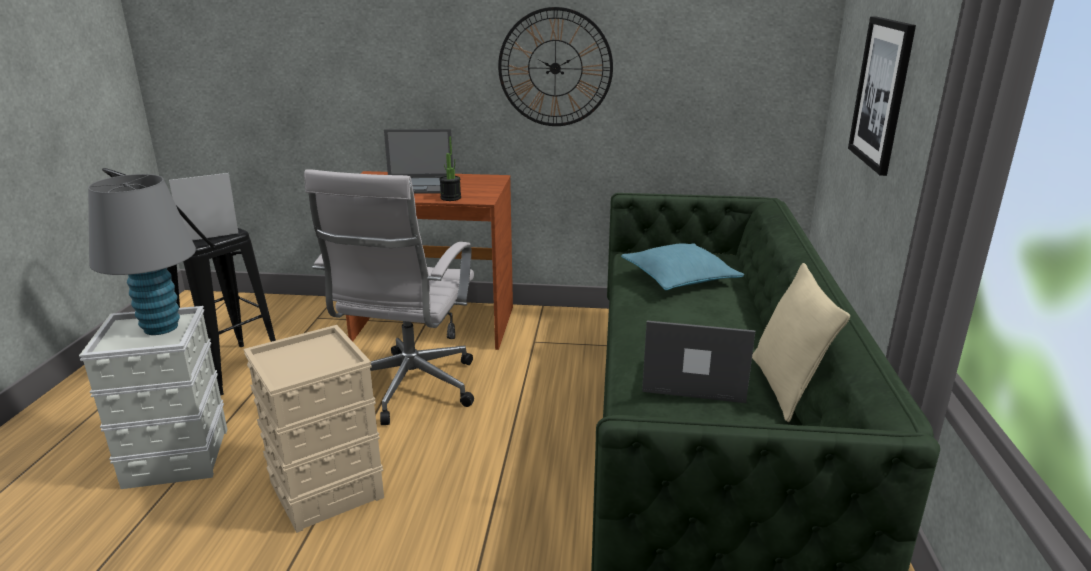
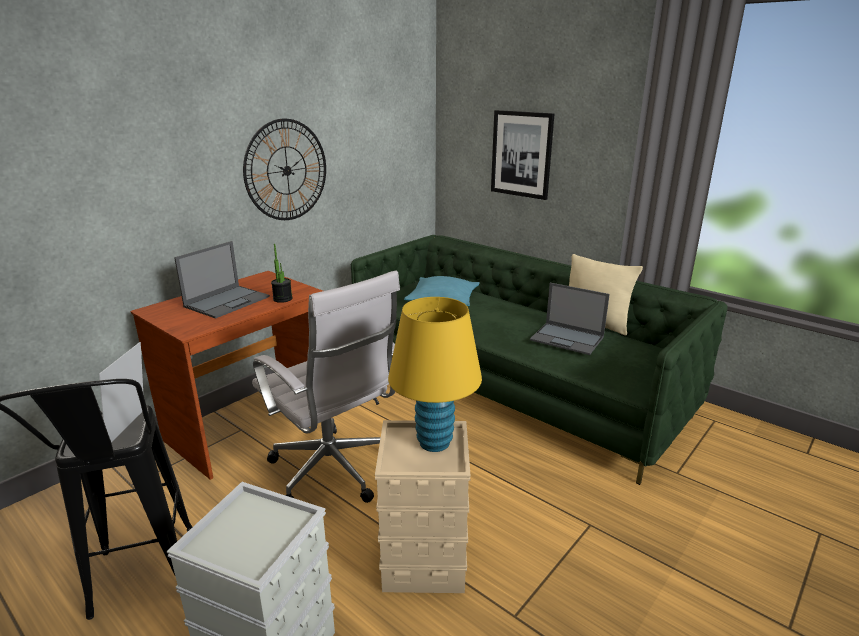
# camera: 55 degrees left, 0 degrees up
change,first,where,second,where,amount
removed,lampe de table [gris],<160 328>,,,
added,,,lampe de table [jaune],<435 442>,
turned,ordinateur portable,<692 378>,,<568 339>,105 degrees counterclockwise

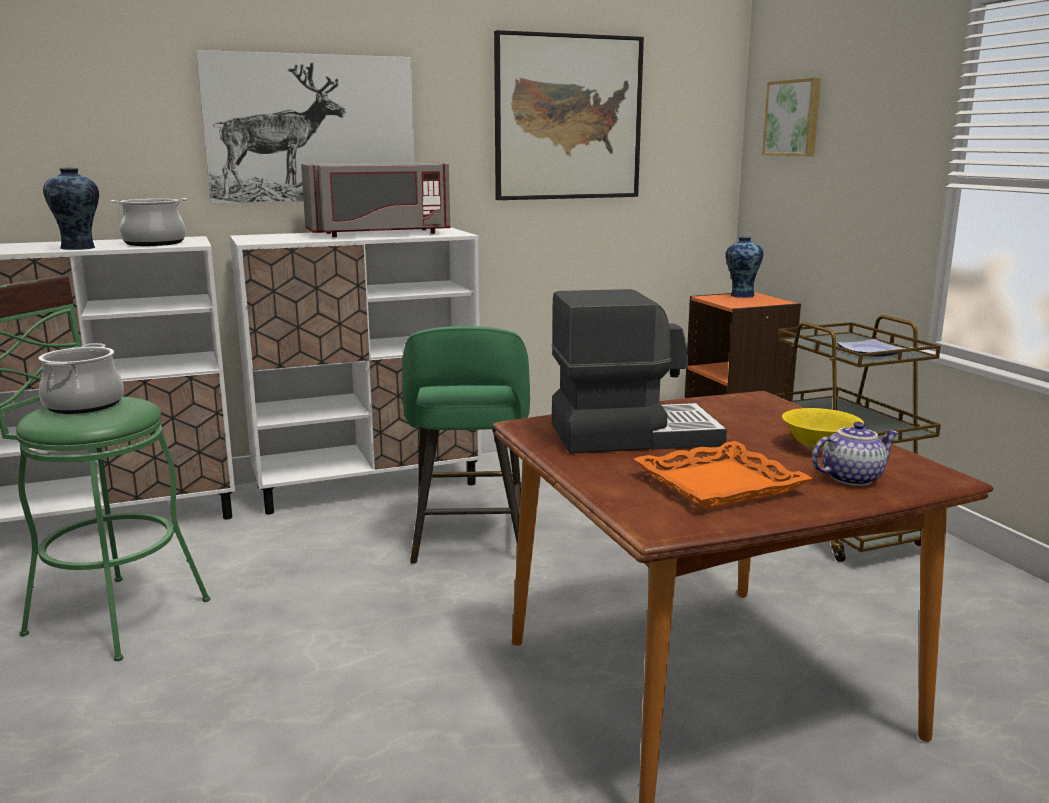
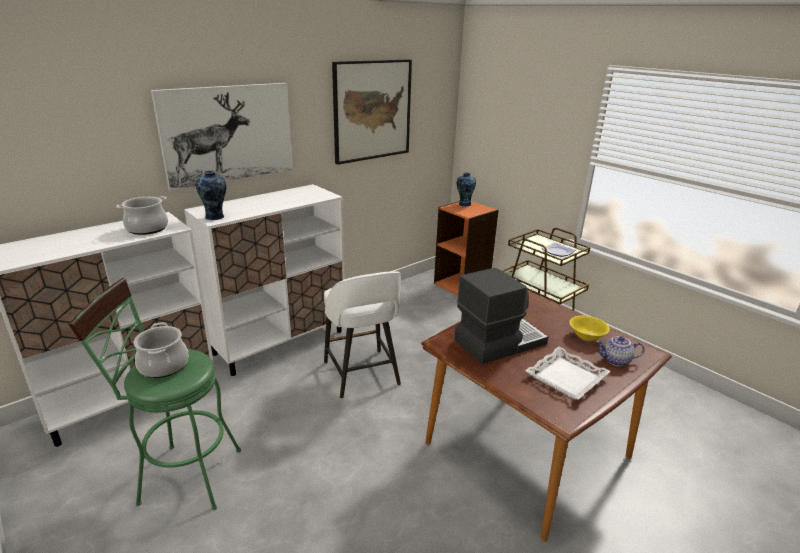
# camera: 20 degrees left, 10 degrees up
change,first,where,second,where,amount
removed,micro-ondes [gris],<379 234>,,,
removed,tableau,<793 118>,,,
moved,vase,<79 248>,,<215 217>,
recoloured,tabouret [vert],<469 540>,tabouret [blanc],<362 374>,
recoloured,plateau [orange],<718 484>,plateau [blanc],<566 377>,
turned,théière,<851 478>,,<616 361>,135 degrees counterclockwise

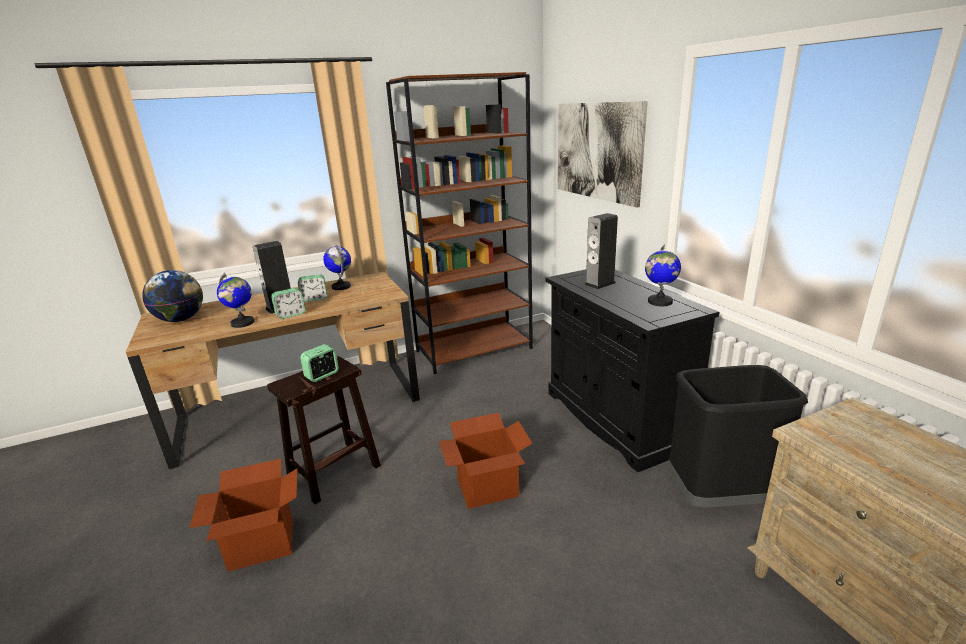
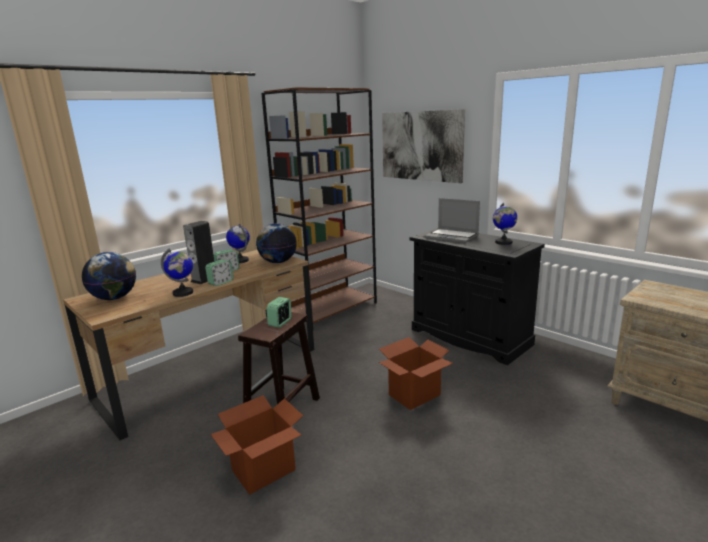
# camera: 20 degrees left, 5 degrees down
change,first,where,second,where,amount
removed,poubelle [noir],<719 498>,,,
added,,,globe,<278 262>,
replaced,enceinte,<600 284>,ordinateur portable,<452 237>,

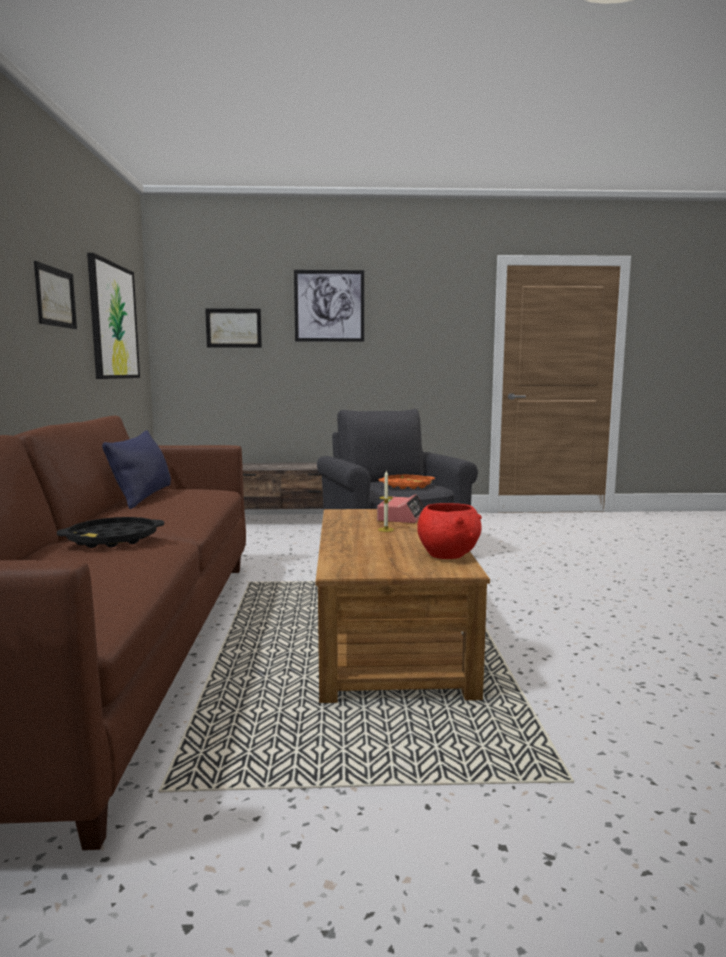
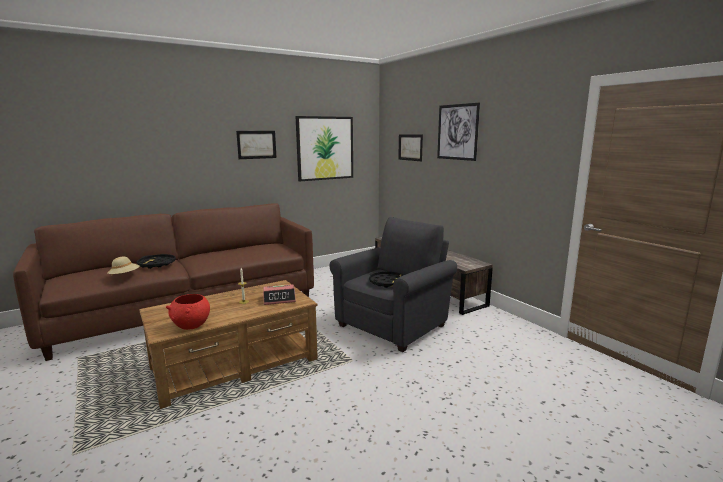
# camera: 60 degrees right, 5 degrees up
change,first,where,second,where,amount
removed,coussin [bleu],<143 496>,,,
added,,,chapeau [beige],<125 276>,
recoloured,plateau [orange],<406 486>,plateau [noir],<387 282>,

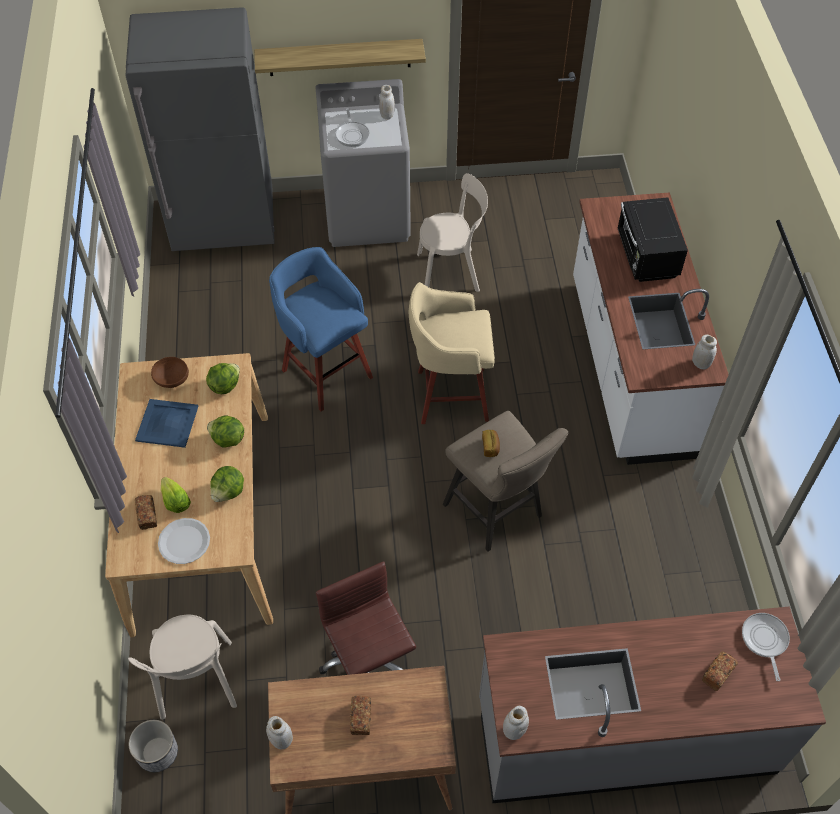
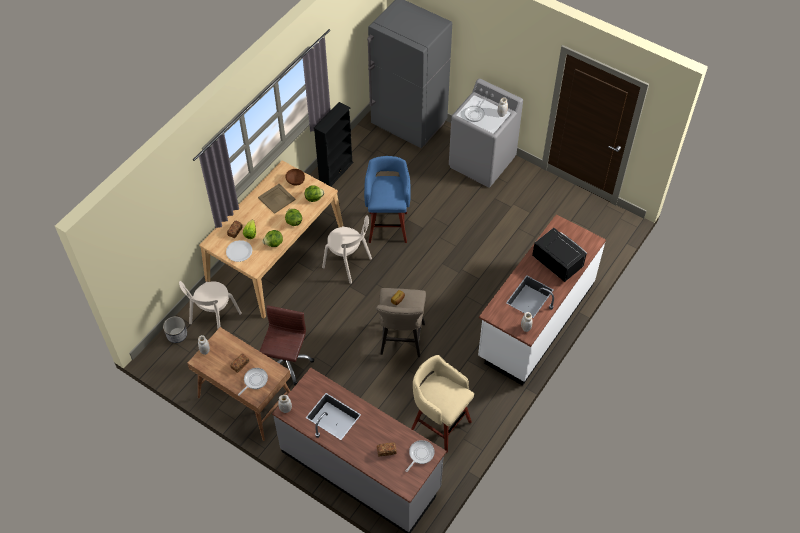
# camera: 40 degrees right, 0 degrees up
change,first,where,second,where,amount
removed,étagère,<339 57>,,,
added,,,poêle,<254 381>,
added,,,bibliothèque [noir],<336 172>,
moved,tabouret [beige],<449 395>,,<439 424>,
moved,chaise [beige],<451 271>,,<349 264>,
recoloured,plateau [bleu],<166 424>,plateau [beige],<276 198>,
turned,micro-ondes [noir],<646 257>,,<557 263>,105 degrees clockwise

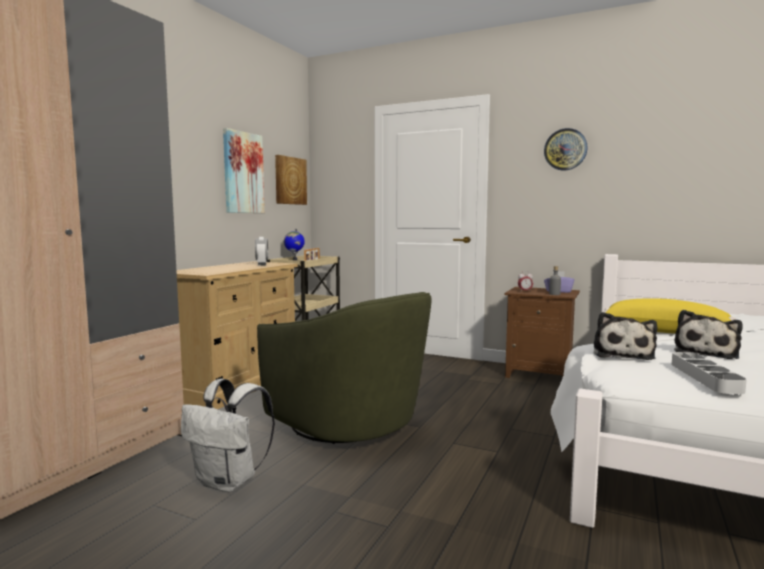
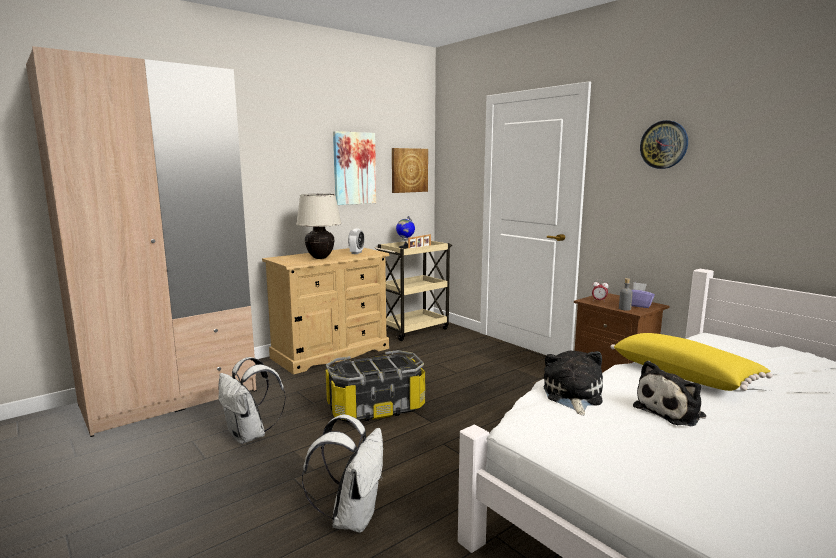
# camera: 25 degrees right, 5 degrees up
change,first,where,second,where,amount
removed,plateau [gris],<705 377>,,,
added,,,lampe de table [beige],<320 258>,
added,,,sac à dos [blanc],<352 517>,
replaced,fauteuil [vert],<349 426>,boîte de rangement,<376 408>,
turned,peluche,<622 354>,,<572 396>,150 degrees clockwise

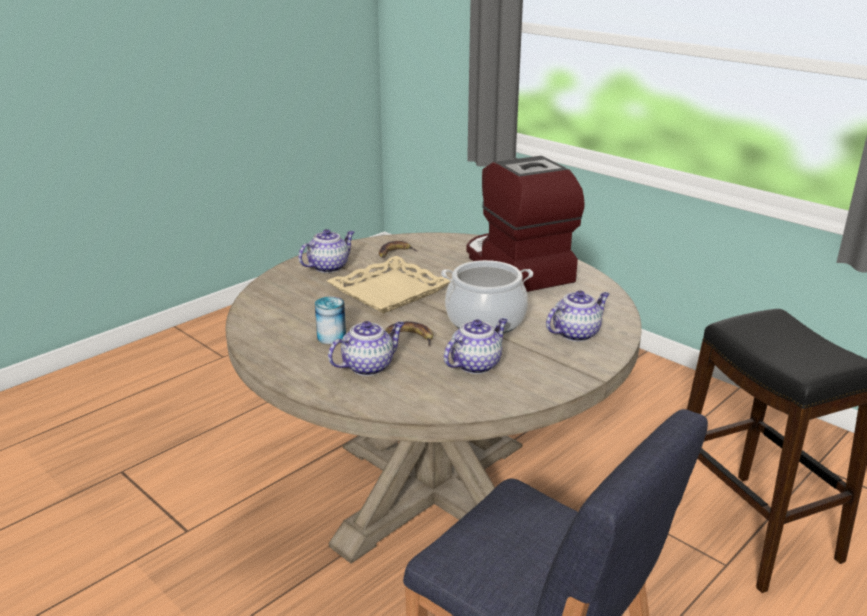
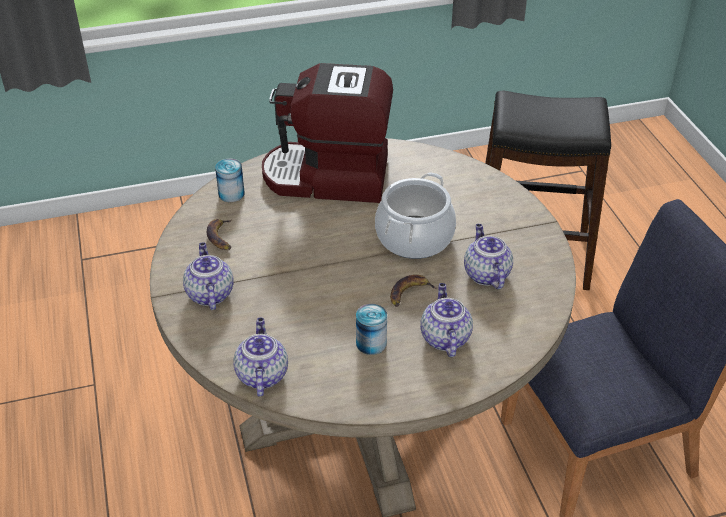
# camera: 60 degrees left, 15 degrees up
change,first,where,second,where,amount
removed,plateau [beige],<389 291>,,,
added,,,boîte métallique,<231 194>,
moved,théière,<576 333>,,<261 374>,

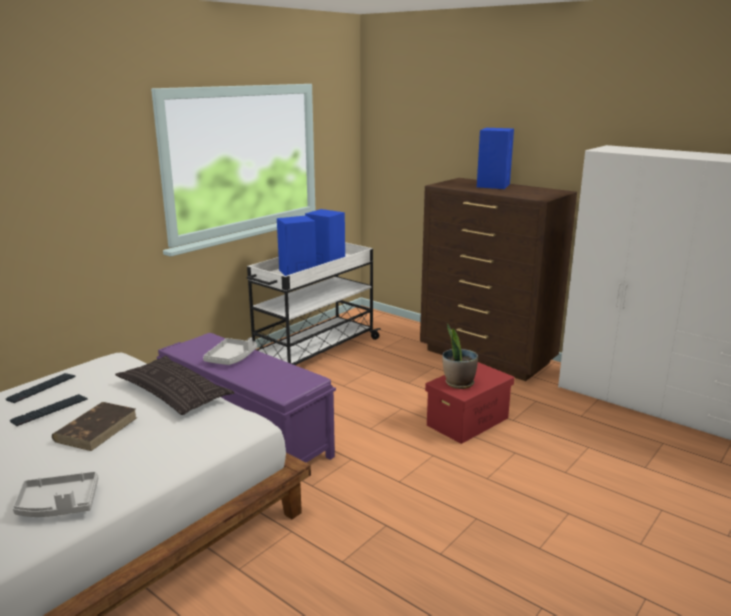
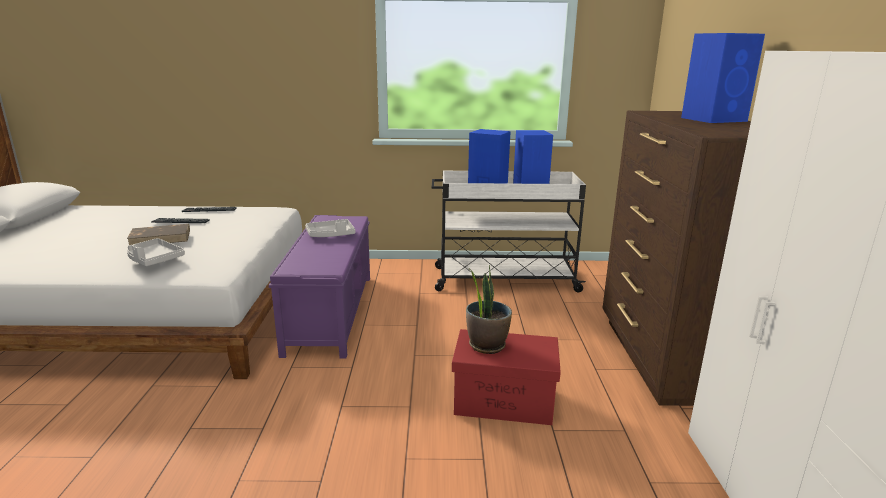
# camera: 50 degrees right, 0 degrees up
change,first,where,second,where,amount
removed,coussin,<174 393>,,,
moved,plateau [gris],<59 505>,,<153 259>,

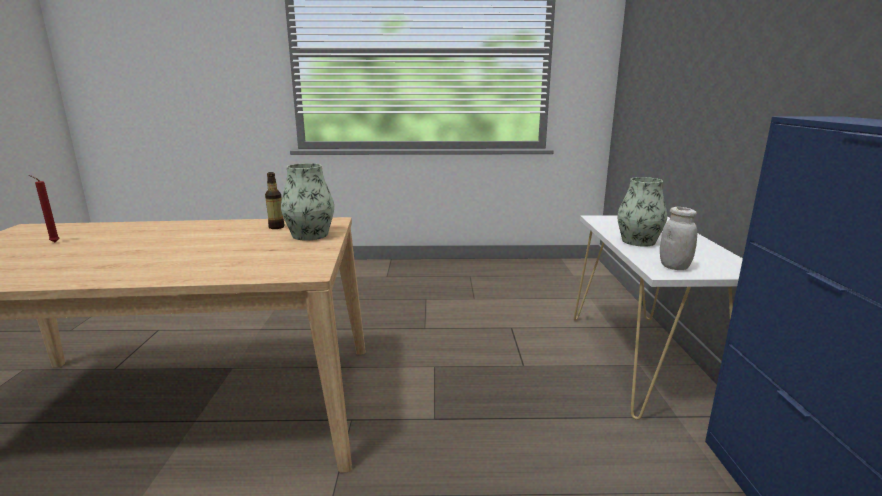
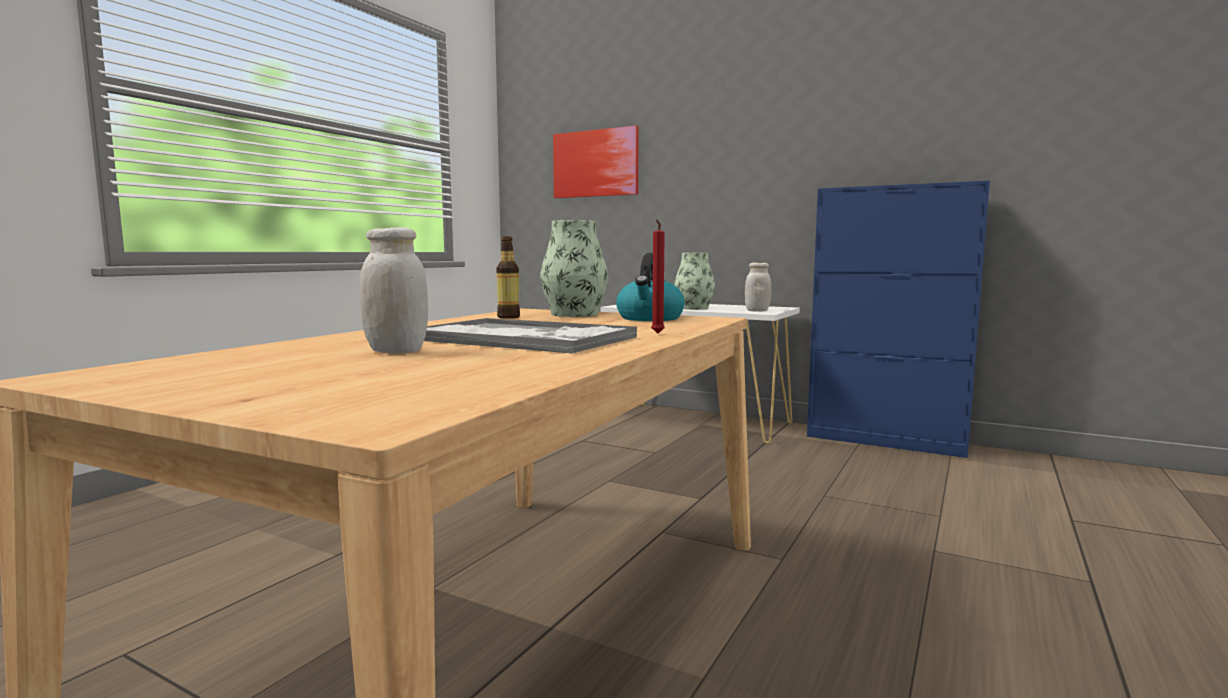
# camera: 60 degrees left, 10 degrees down
change,first,where,second,where,amount
added,,,bocal [blanc],<396 351>,
added,,,plateau,<525 339>,
added,,,tableau,<595 163>,
added,,,bouilloire,<650 318>,
moved,bougie [rouge],<53 242>,,<657 333>,

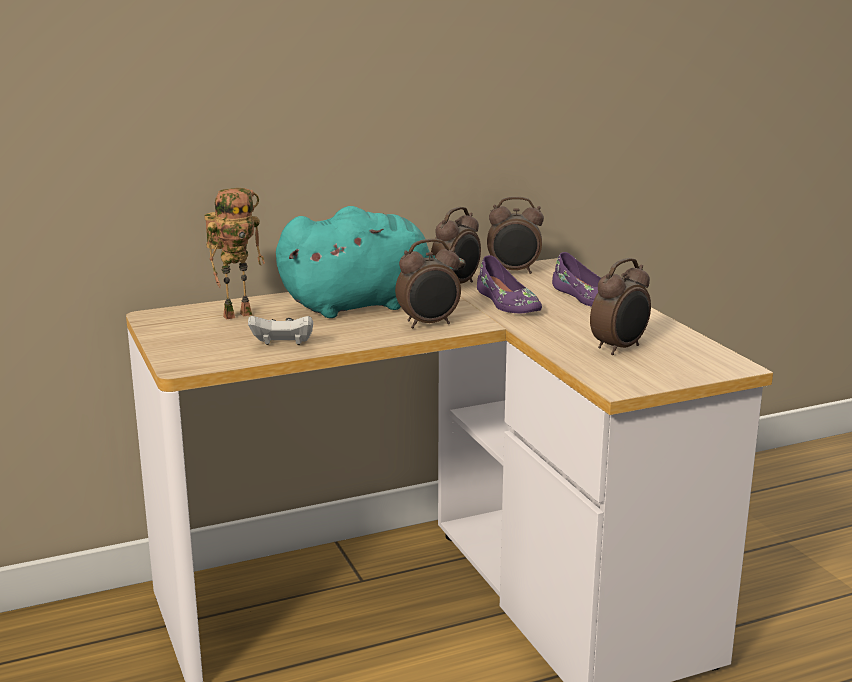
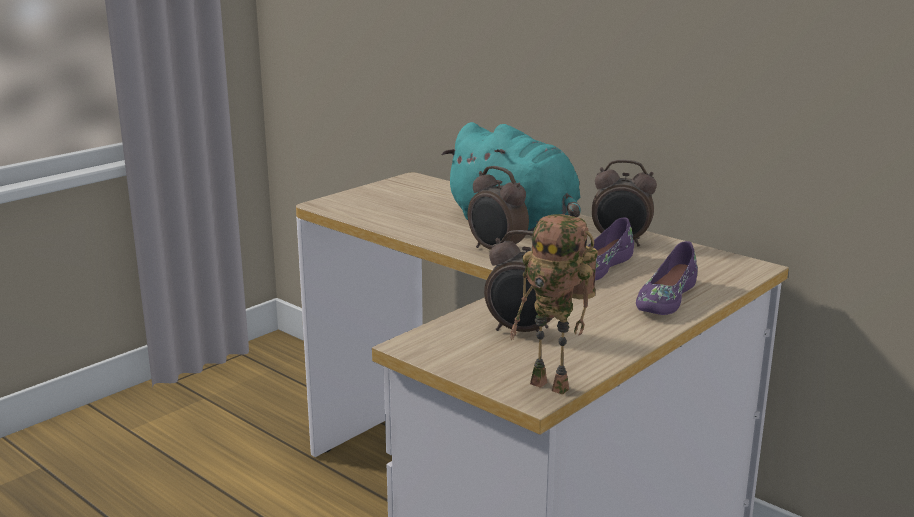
# camera: 65 degrees right, 0 degrees up
change,first,where,second,where,amount
removed,manette [blanc],<282 345>,,,
removed,réveil,<514 271>,,,
moved,robot jouet,<238 314>,,<554 385>,

